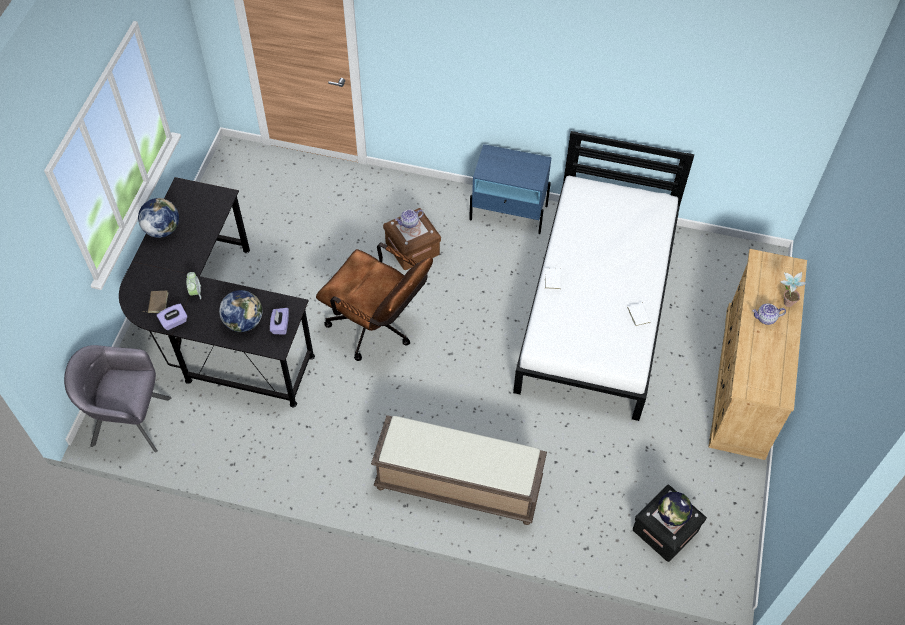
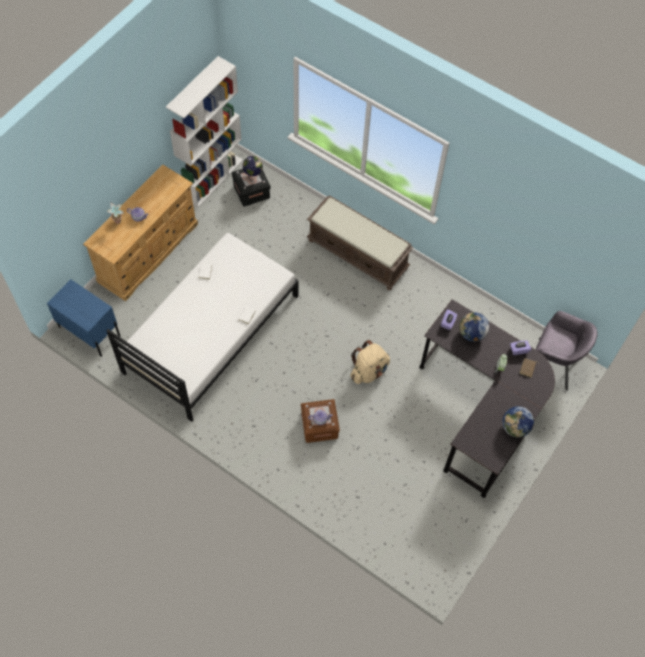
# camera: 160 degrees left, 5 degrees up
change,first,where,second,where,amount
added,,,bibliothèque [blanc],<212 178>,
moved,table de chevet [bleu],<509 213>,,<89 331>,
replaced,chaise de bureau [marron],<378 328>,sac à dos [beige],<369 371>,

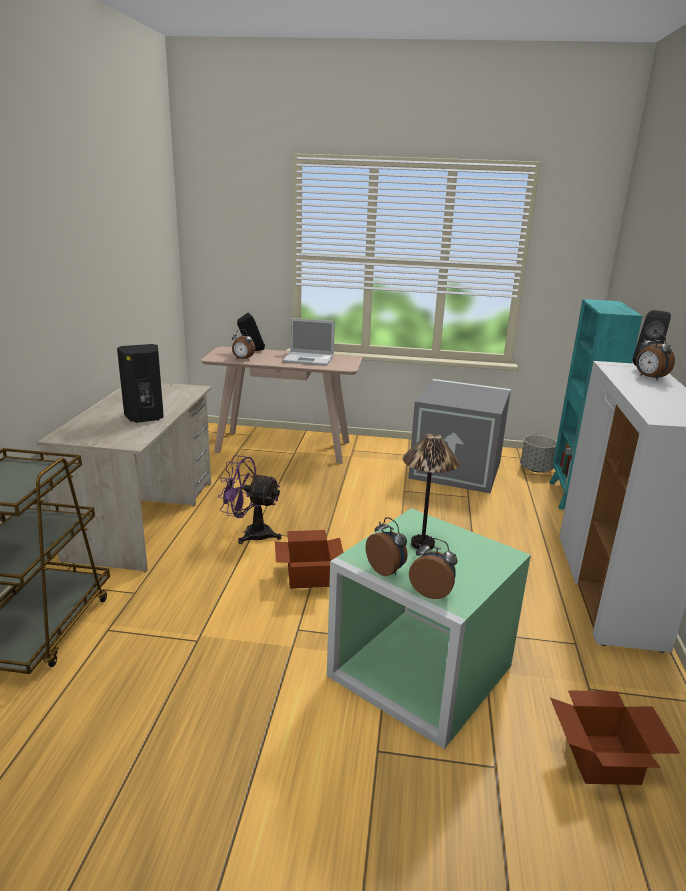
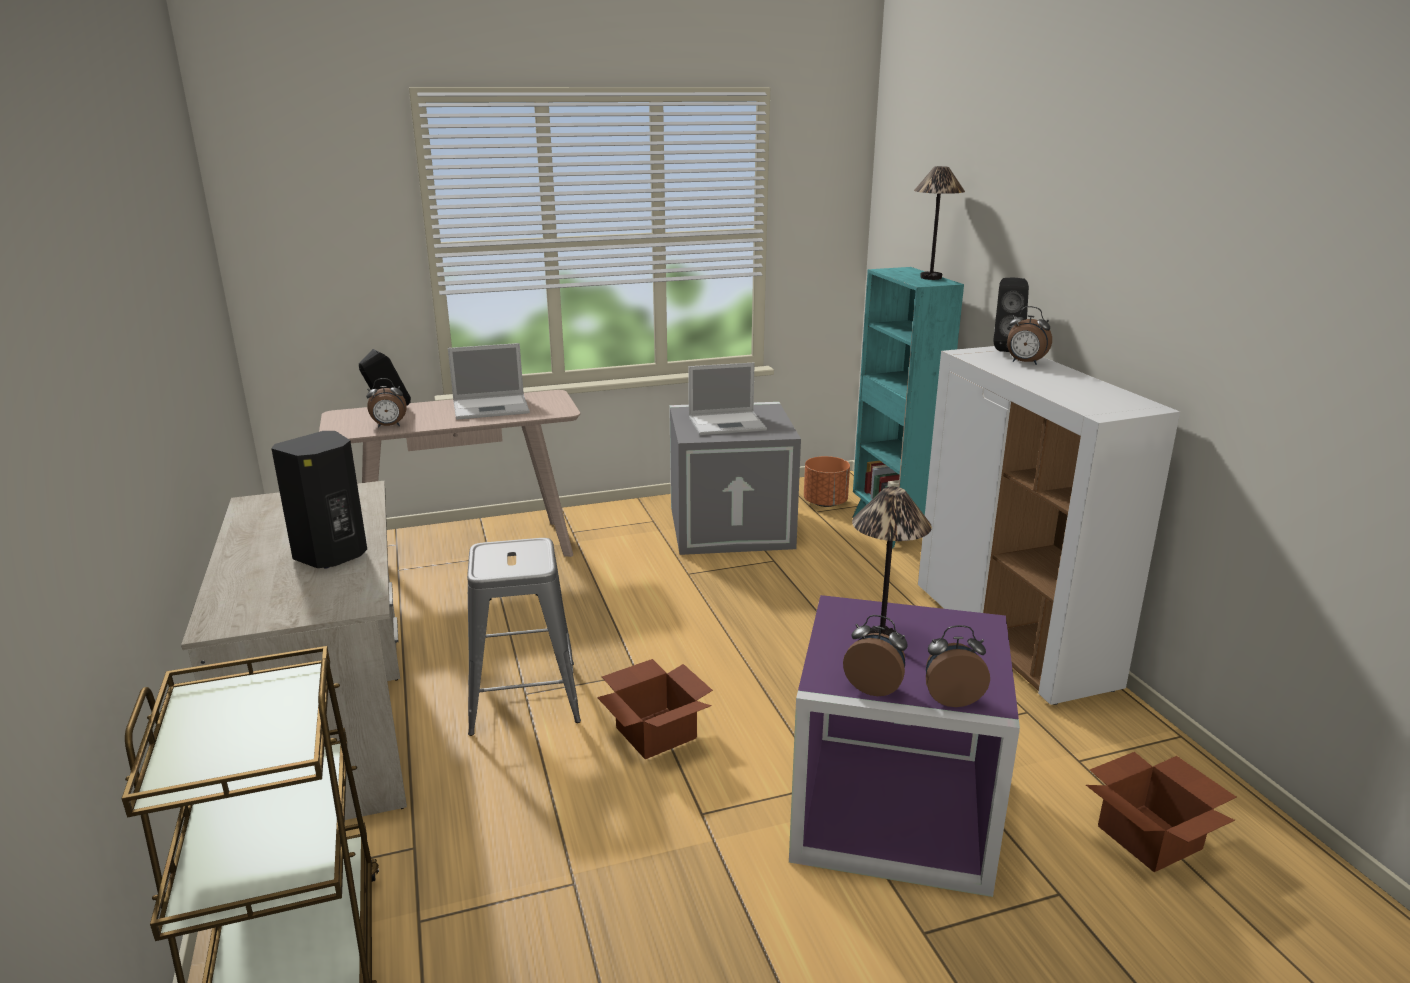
# camera: 25 degrees left, 0 degrees up
change,first,where,second,where,amount
added,,,ordinateur portable,<728 424>,
added,,,lampe de table,<931 278>,
replaced,ventilateur [violet],<250 533>,tabouret [gris],<523 697>,
recoloured,boîte de rangement [vert],<417 671>,boîte de rangement [violet],<889 812>,
recoloured,cache-pot [gris],<536 469>,cache-pot [orange],<825 503>,

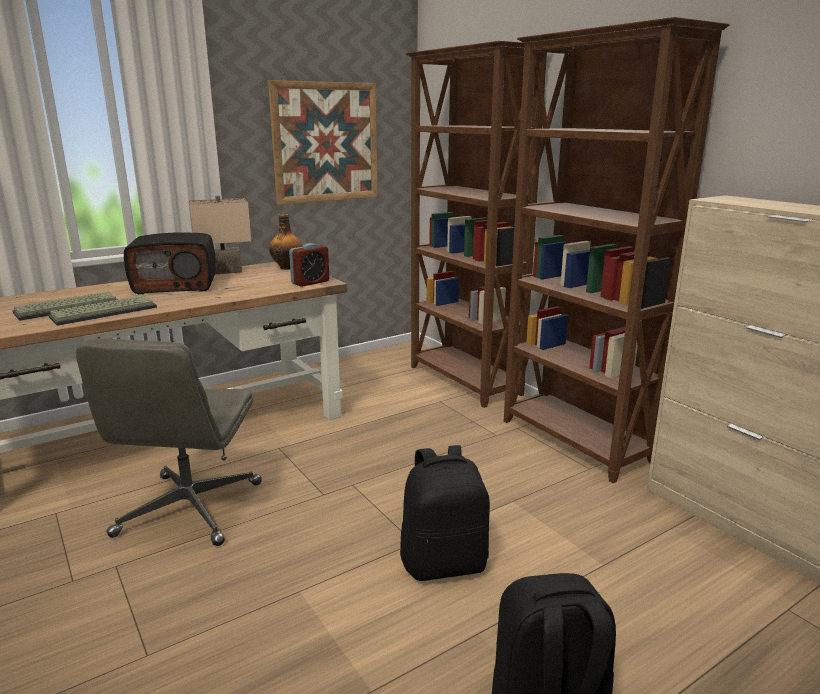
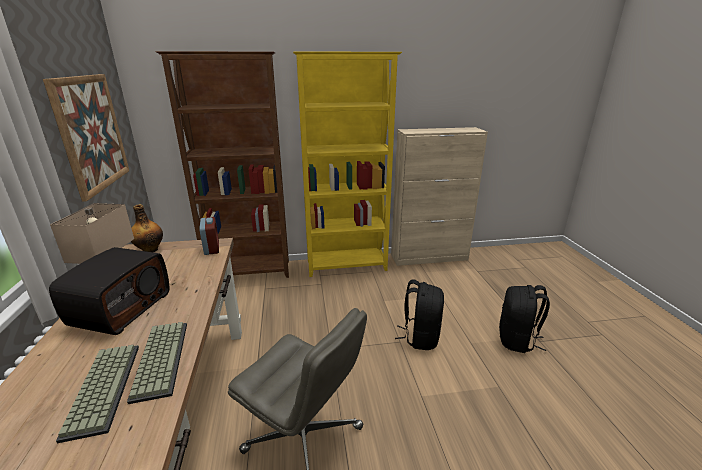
# camera: 65 degrees left, 5 degrees up
change,first,where,second,where,amount
recoloured,bibliothèque [marron],<574 442>,bibliothèque [jaune],<347 266>,

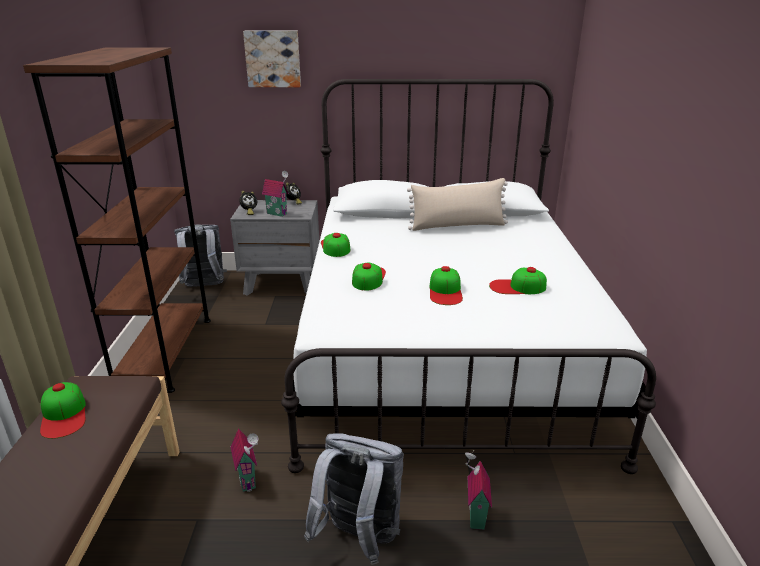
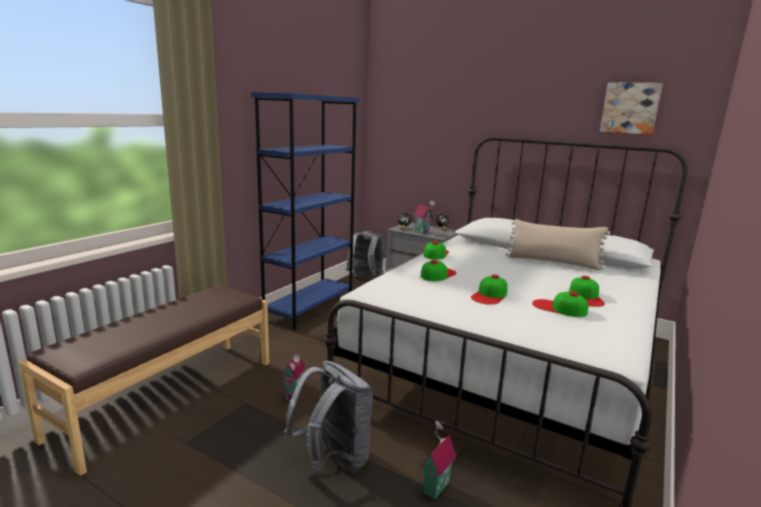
# camera: 30 degrees right, 10 degrees down
change,first,where,second,where,amount
moved,casquette,<64 415>,,<586 297>,
moved,tableau,<273 59>,,<630 108>,
recoloured,bibliothèque [marron],<165 352>,bibliothèque [bleu],<309 308>,

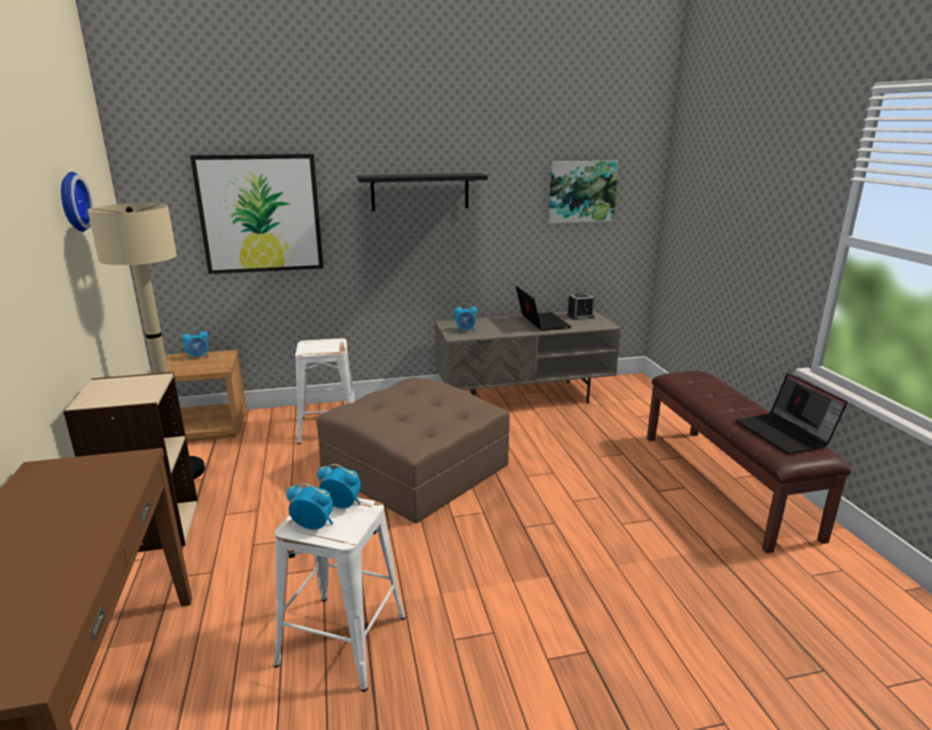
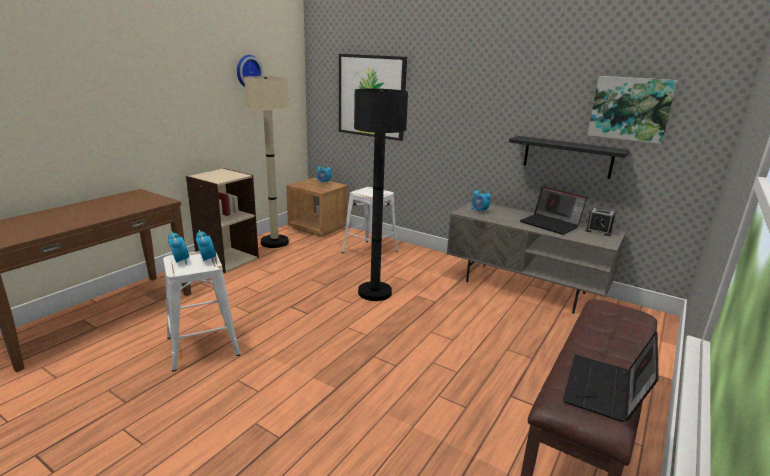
# camera: 45 degrees right, 0 degrees up
change,first,where,second,where,amount
moved,étagère [noir],<420 191>,,<567 157>,
replaced,pouf [marron],<414 468>,lampadaire [noir],<374 292>,
turned,ordinateur portable,<541 322>,,<551 224>,105 degrees clockwise

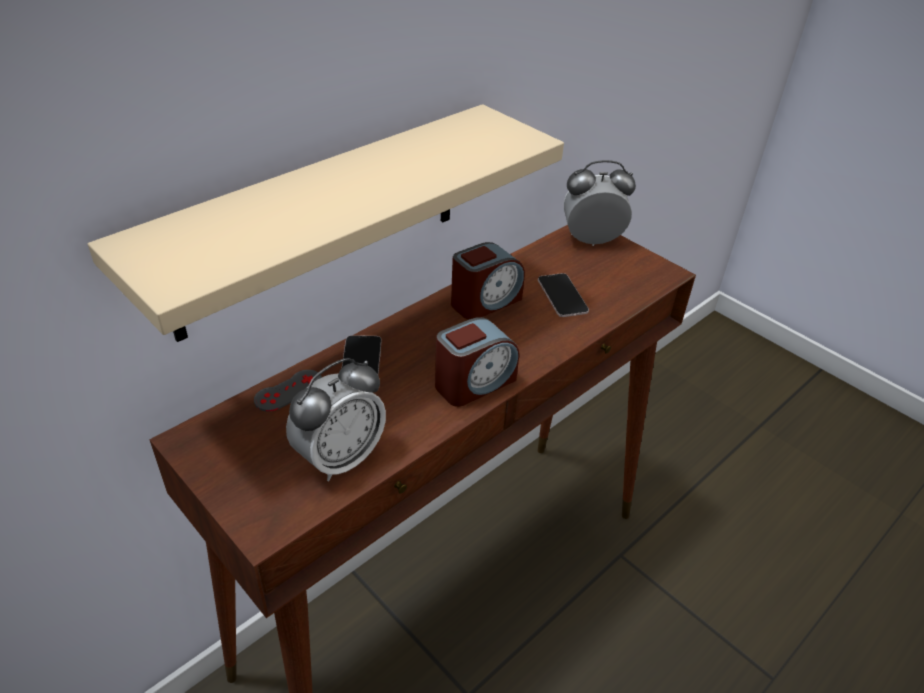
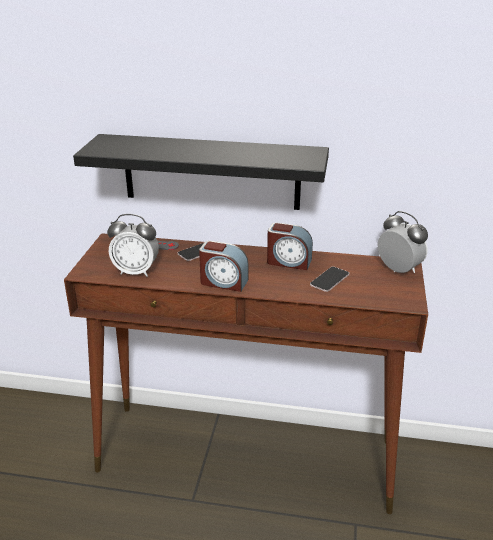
# camera: 55 degrees right, 10 degrees down
change,first,where,second,where,amount
recoloured,étagère [beige],<322 219>,étagère [noir],<211 172>,

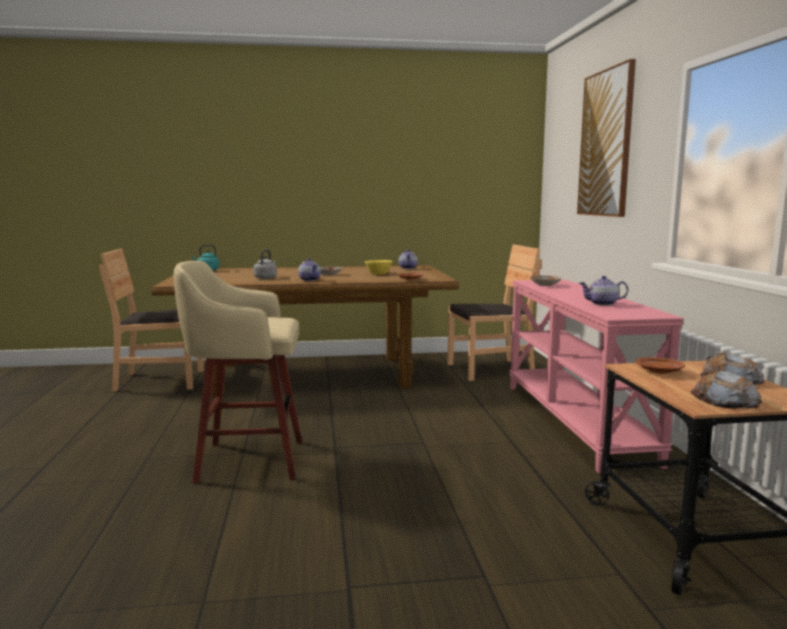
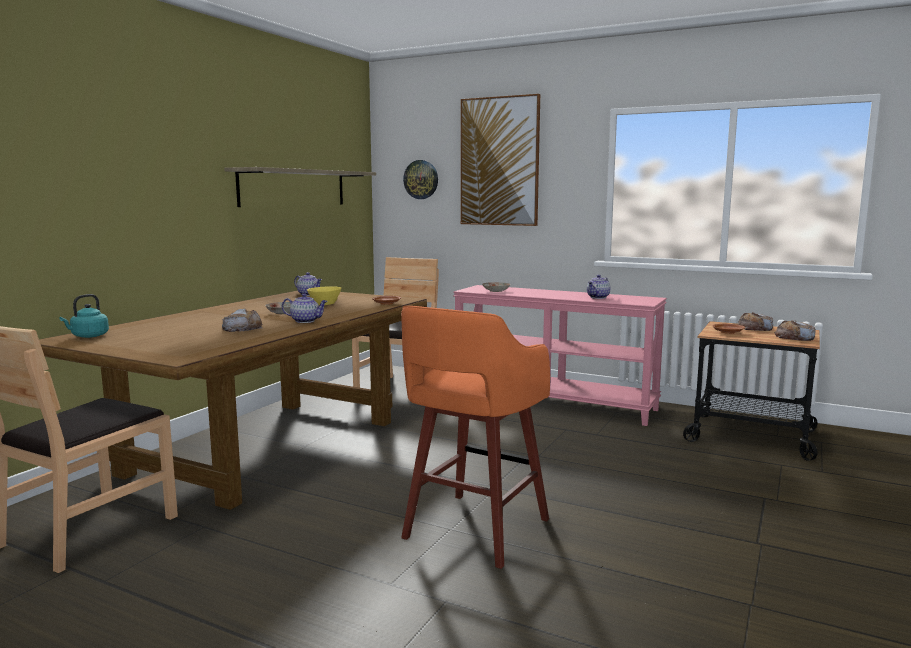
# camera: 55 degrees left, 0 degrees up
change,first,where,second,where,amount
added,,,étagère,<294 188>,
added,,,horloge murale,<421 179>,
replaced,bouilloire [gris],<266 278>,pain,<242 328>,
recoloured,tabouret [beige],<246 460>,tabouret [orange],<474 530>,

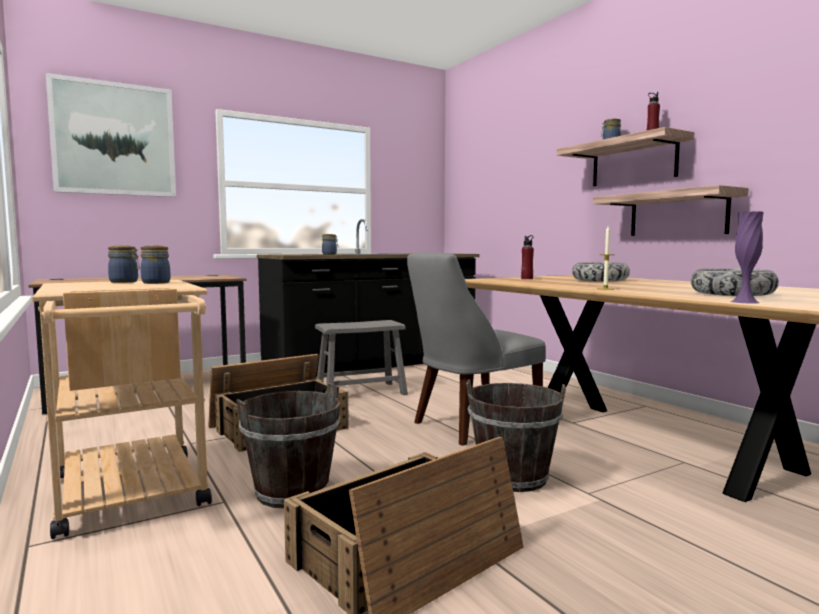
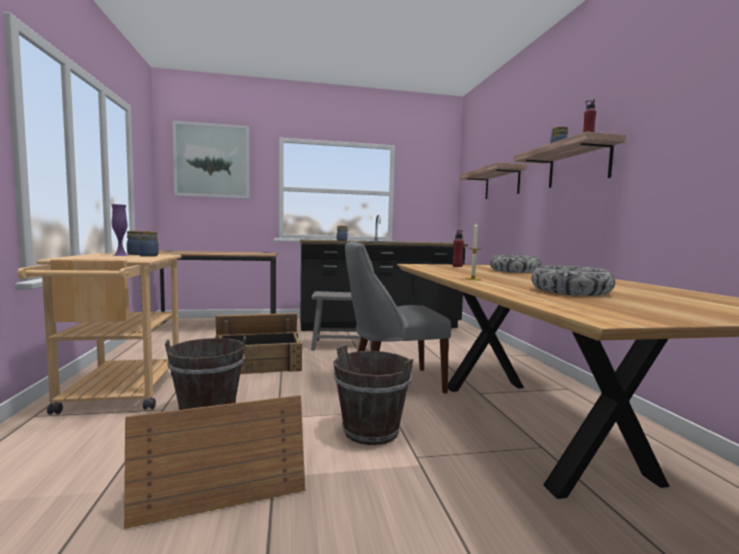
# camera: 20 degrees right, 0 degrees up
change,first,where,second,where,amount
moved,étagère,<677 214>,,<502 183>,
moved,vase [violet],<744 302>,,<120 255>,

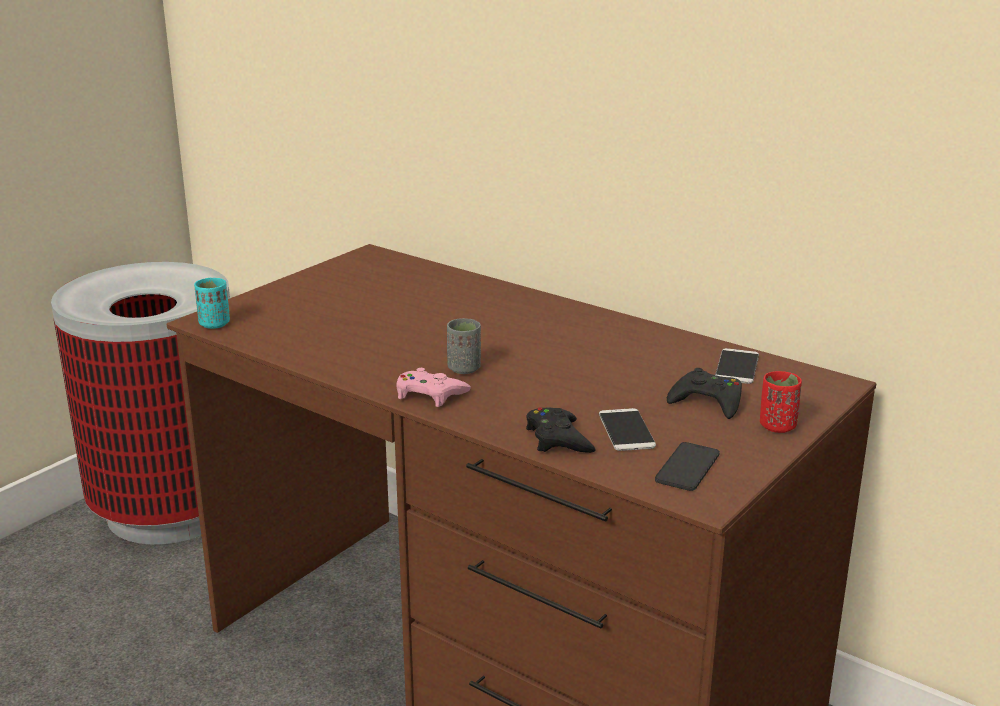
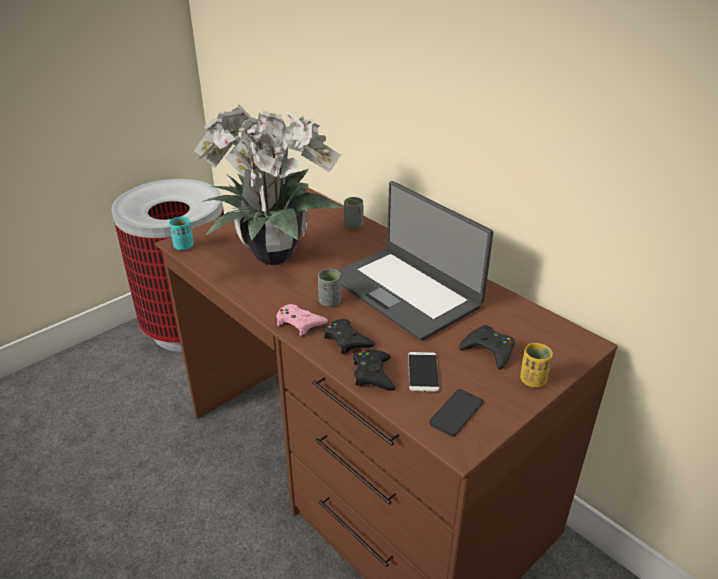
# camera: 10 degrees right, 10 degrees up
change,first,where,second,where,amount
removed,téléphone,<737 367>,,,
added,,,plante en pot,<270 255>,
added,,,manette [noir],<347 340>,
added,,,ordinateur portable,<406 291>,
added,,,tasse [gris],<353 225>,
recoloured,tasse [rouge],<777 426>,tasse [jaune],<532 380>,

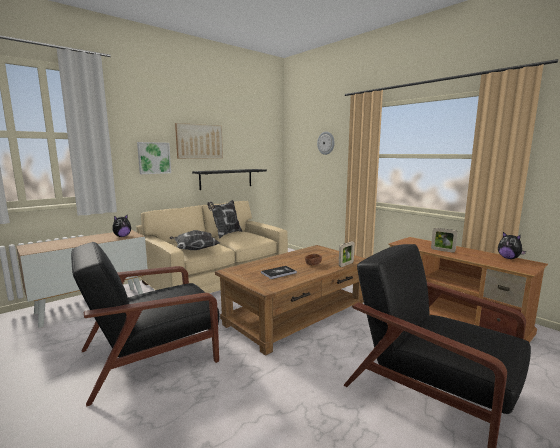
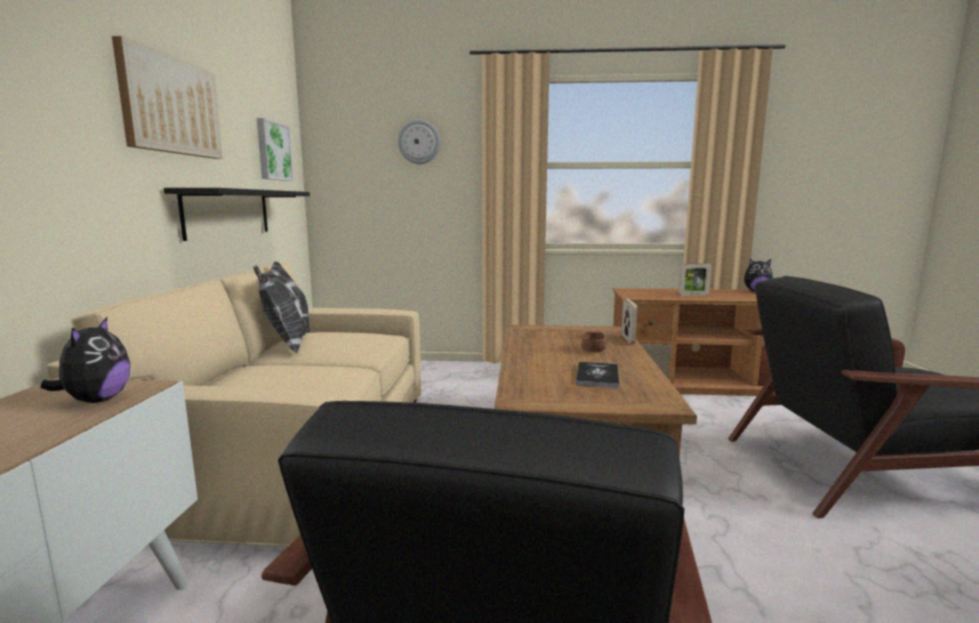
# camera: 45 degrees left, 0 degrees up
change,first,where,second,where,amount
removed,coussin,<194 250>,,,
moved,tableau,<154 158>,,<273 151>,

